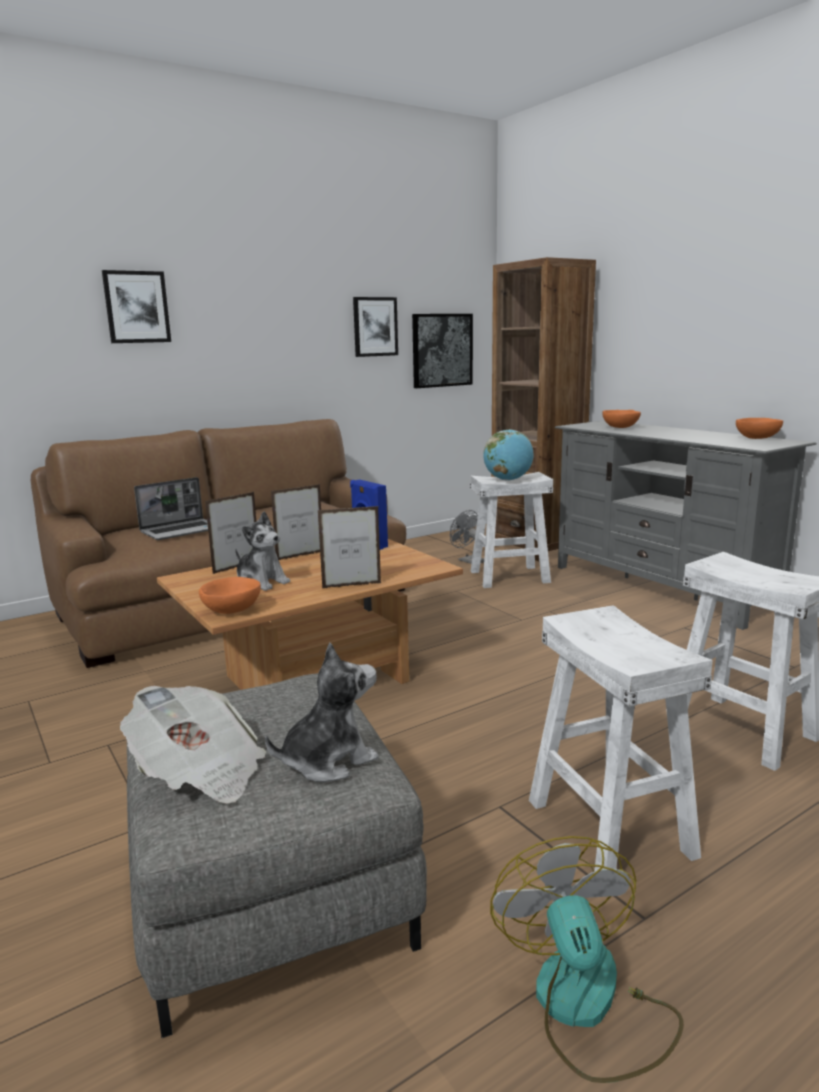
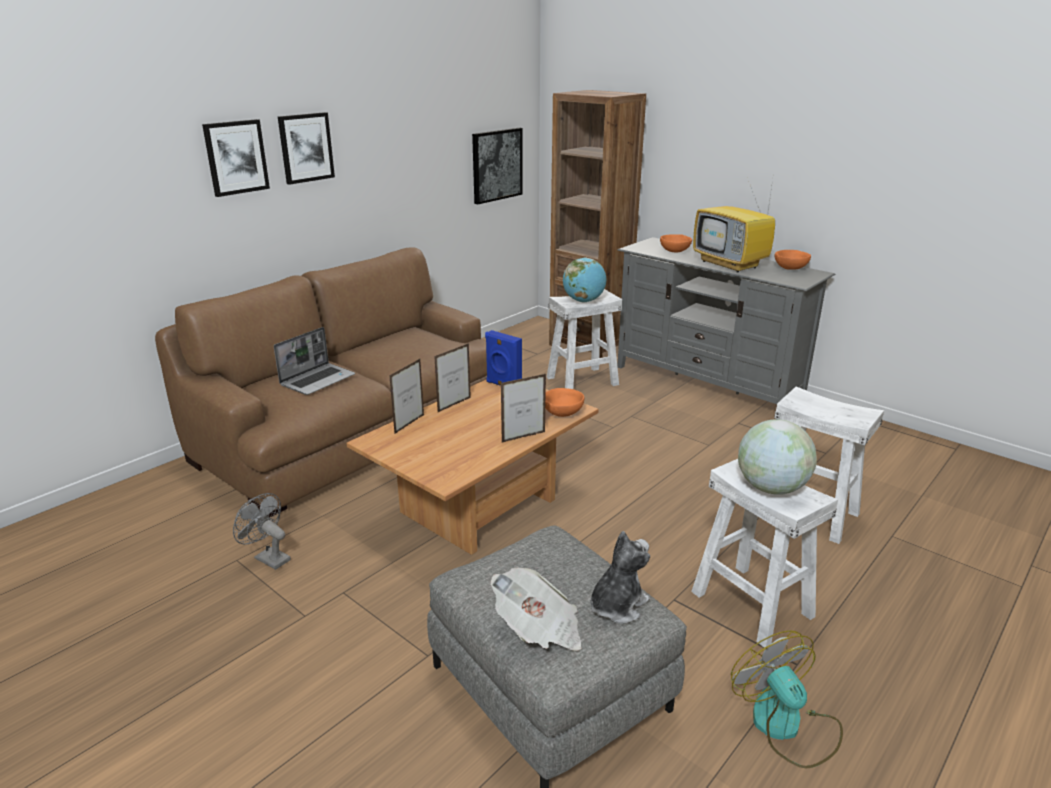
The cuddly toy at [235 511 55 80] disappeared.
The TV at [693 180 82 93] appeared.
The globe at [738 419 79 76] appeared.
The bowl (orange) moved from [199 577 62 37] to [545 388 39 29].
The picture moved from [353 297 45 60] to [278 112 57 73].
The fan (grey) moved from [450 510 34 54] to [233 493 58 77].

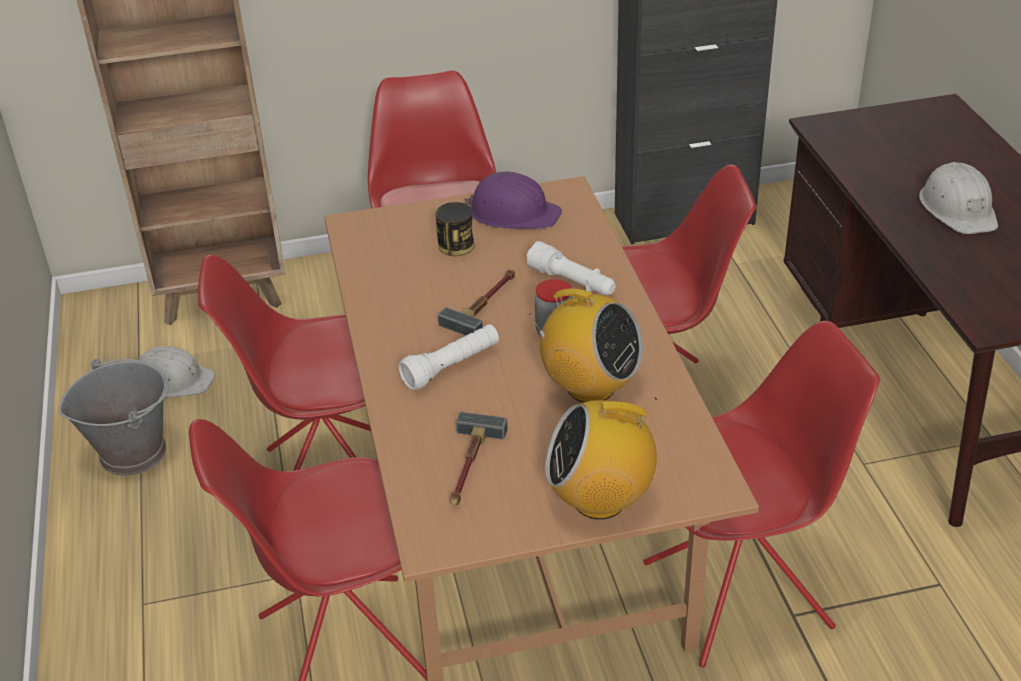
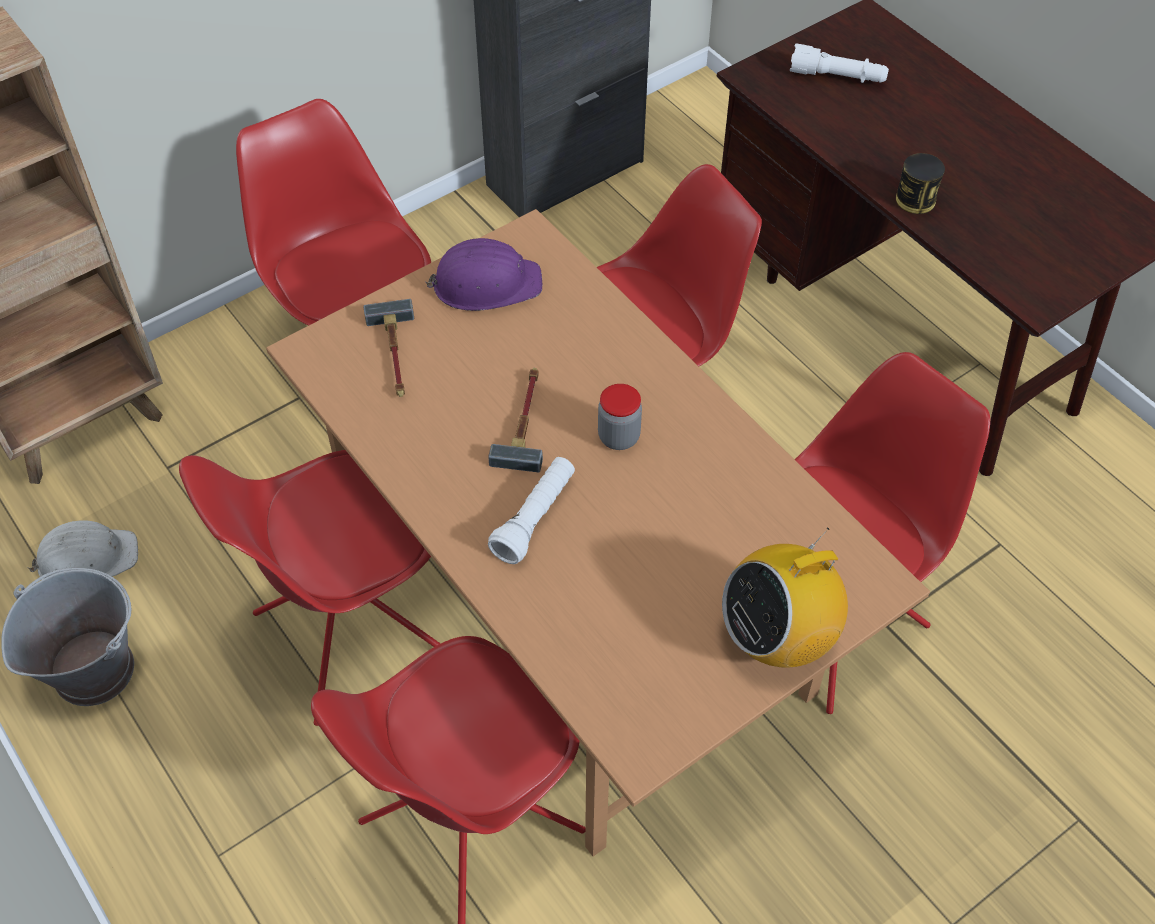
The radio set at [529 289 114 114] disappeared.
The safety helmet (white) at [919 162 79 72] disappeared.
The metal can moved from [436 202 39 54] to [896 153 49 61].
The hand hammer moved from [450 412 58 94] to [363 299 51 98].
The flashlight (white) moved from [527 241 89 54] to [790 44 99 39].

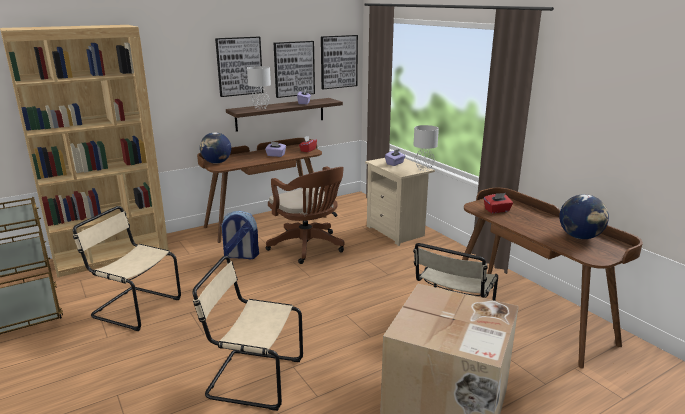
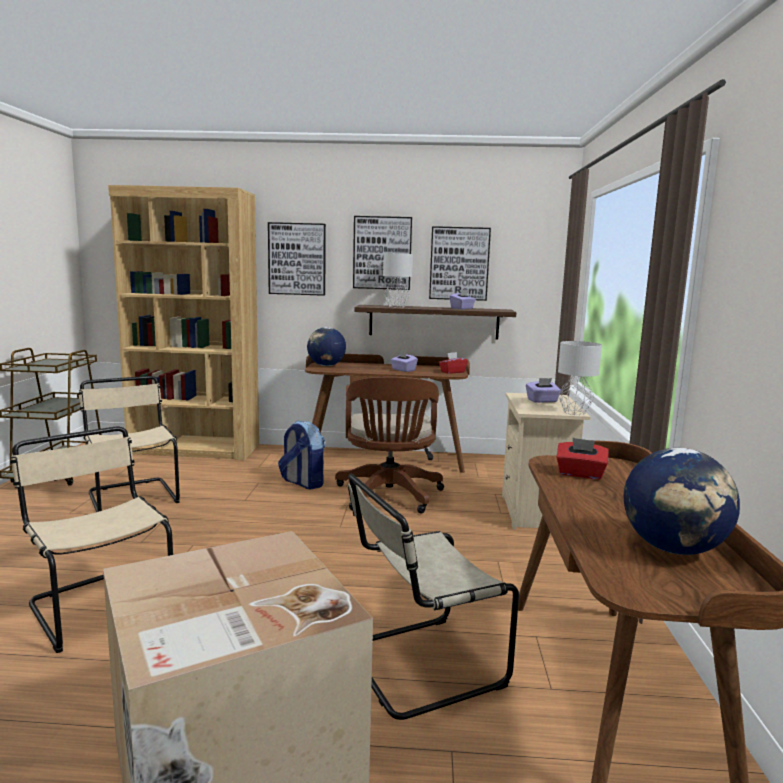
The picture moved from [321 35 37 54] to [268 222 58 74].

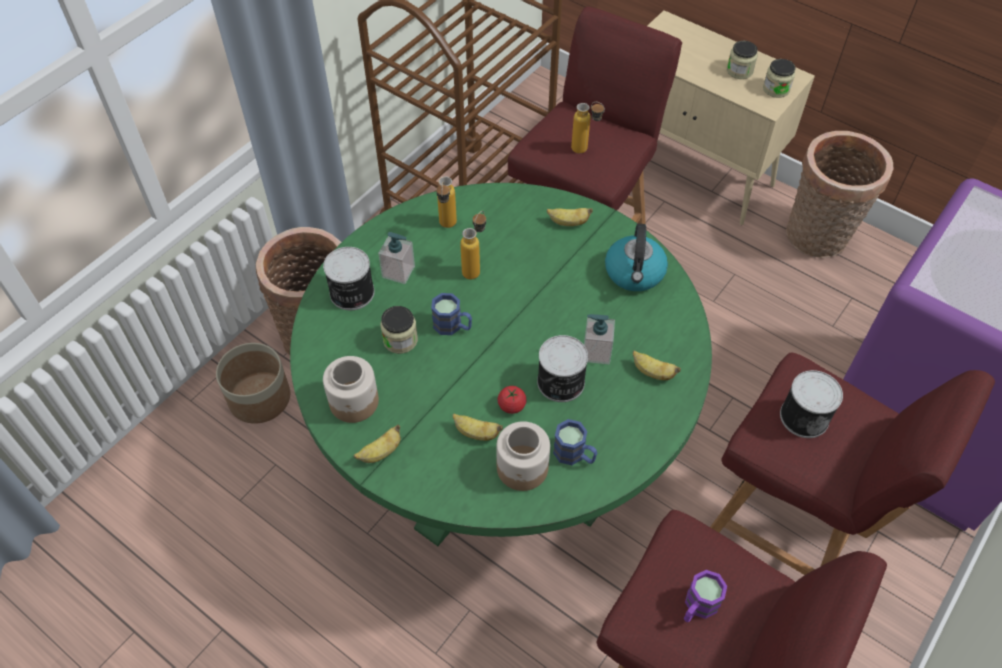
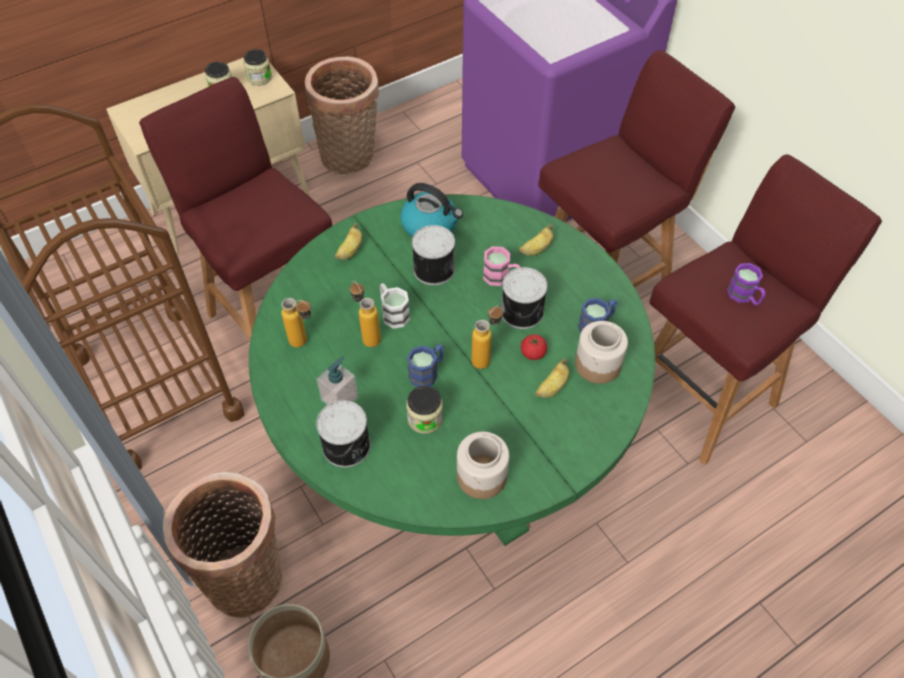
The banana fruit at [354 425 47 38] disappeared.
The coffee mug (white) at [380 283 30 46] appeared.
The beverage bottle moved from [571 102 34 52] to [471 305 32 64].
The metal can moved from [780 370 63 68] to [412 225 43 60].
The liquid soap bottle at [584 314 31 50] was replaced by the coffee mug (pinkish) at [483 246 37 40].

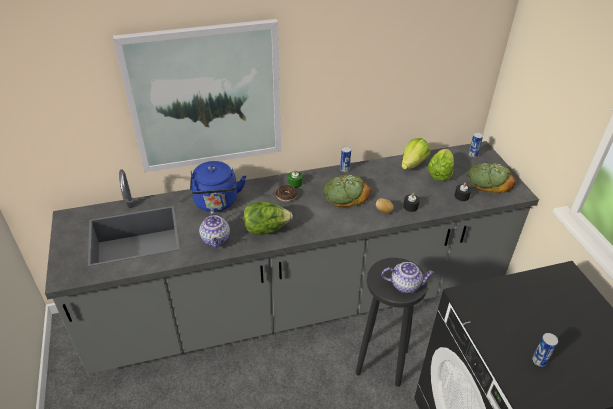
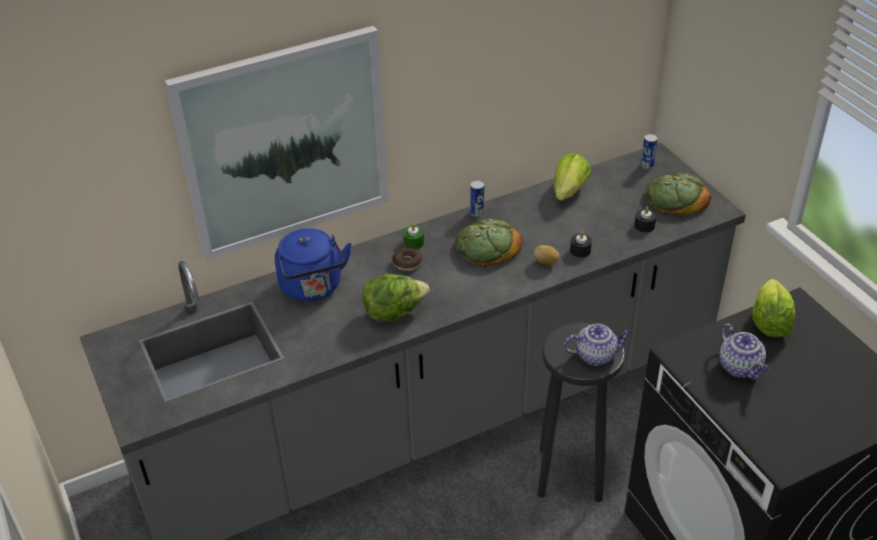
The metal can at [532 333 26 34] disappeared.
The tea pot moved from [199 209 31 39] to [719 323 50 57].
The lettuce head moved from [427 149 27 32] to [752 279 44 58].

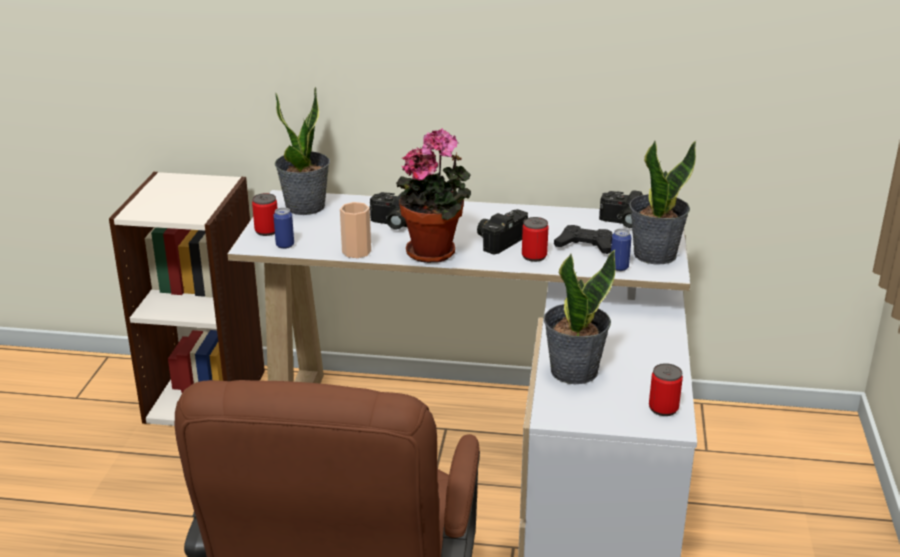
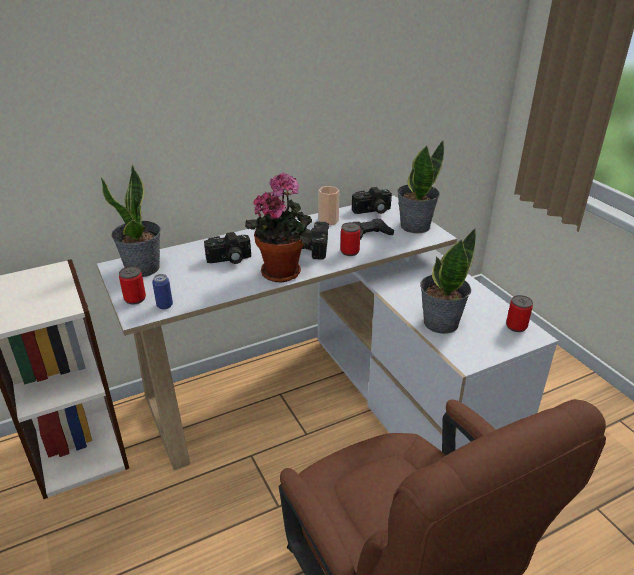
The metal can at [611 228 21 43] disappeared.
The small cup moved from [340 202 31 56] to [319 186 20 39].

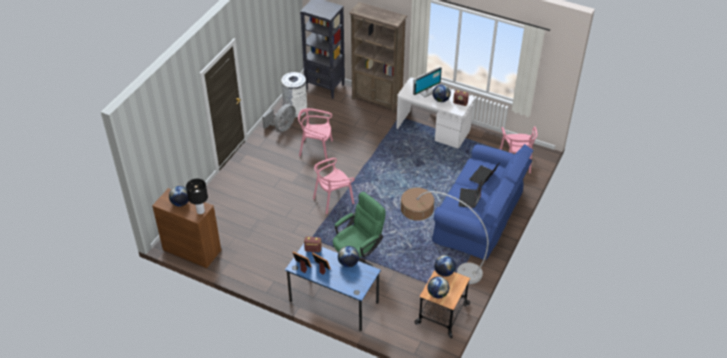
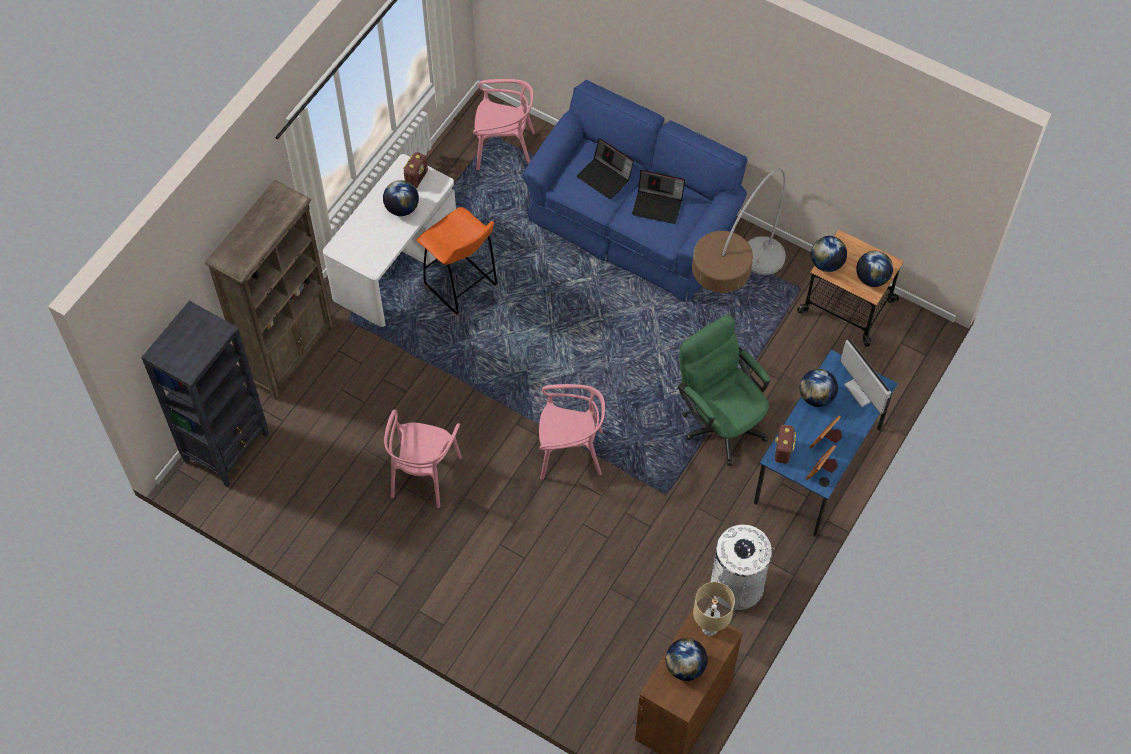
The fan (grey) at [262 104 34 28] disappeared.
The stool (orange) at [417 207 80 108] appeared.
The trash can (white) moved from [281 72 26 45] to [711 524 61 86].
The computer screen moved from [413 67 29 31] to [840 339 51 75].
The table lamp (black-coloured) at [186 179 22 35] became the table lamp (beige-coloured) at [693 582 42 54].
The upright chair (pinkish) at [313 158 42 56] turned 60 degrees counterclockwise.

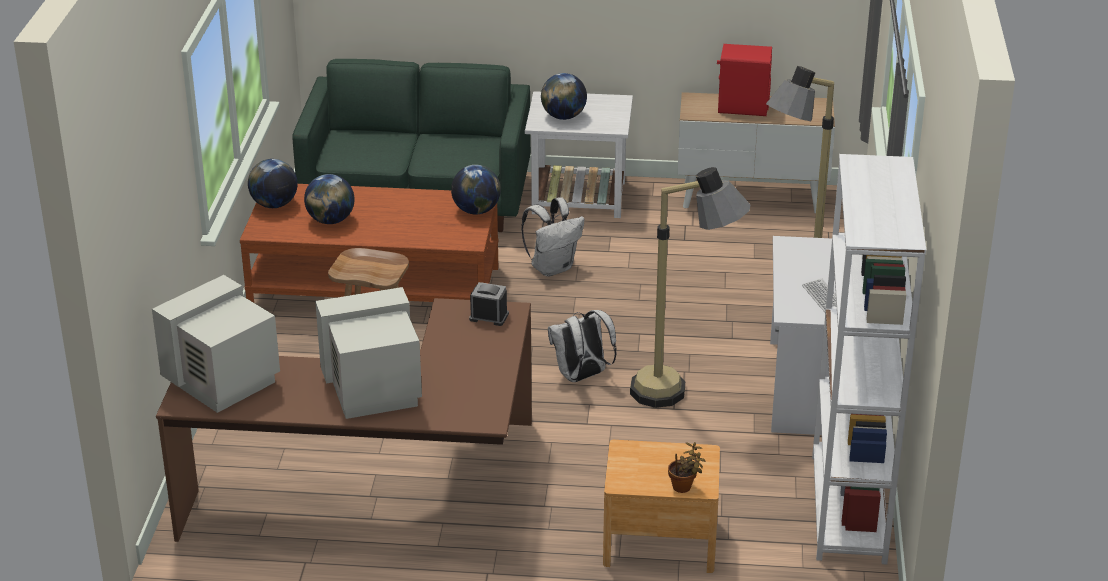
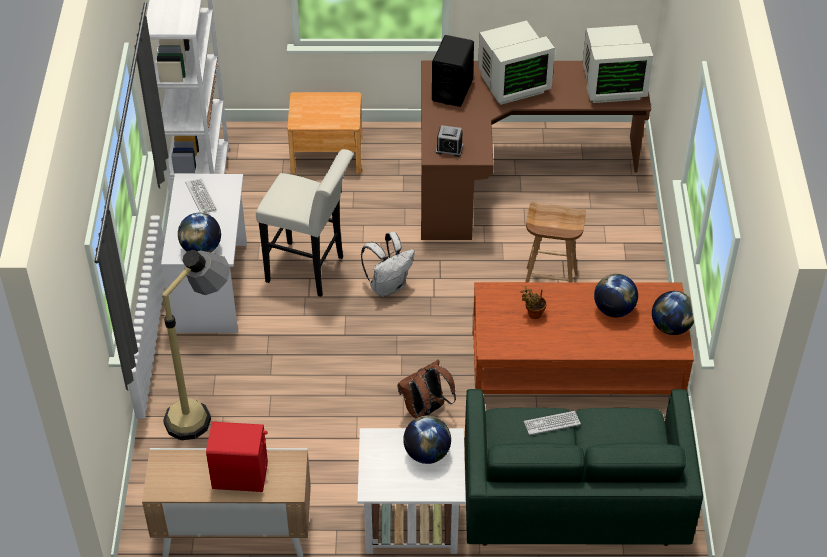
The speaker (black-coloured) at [432 35 42 72] appeared.
The computer keyboard at [524 411 57 24] appeared.
The globe moved from [451 165 50 49] to [178 213 43 39].
The plant in a pot moved from [668 442 38 51] to [520 286 27 33].
The standard lamp at [630 167 120 241] was replaced by the stool (white) at [256 149 98 148].
The knapsack (white) at [521 197 64 80] became the knapsack (brown-coloured) at [397 360 59 59].
The computer screen at [152 275 128 138] turned 45 degrees clockwise.

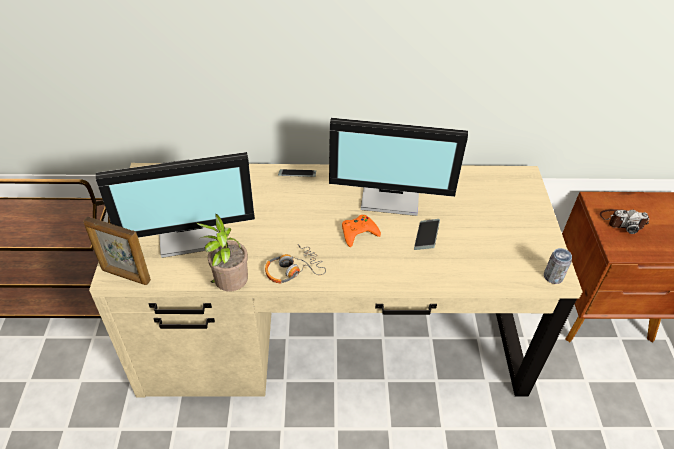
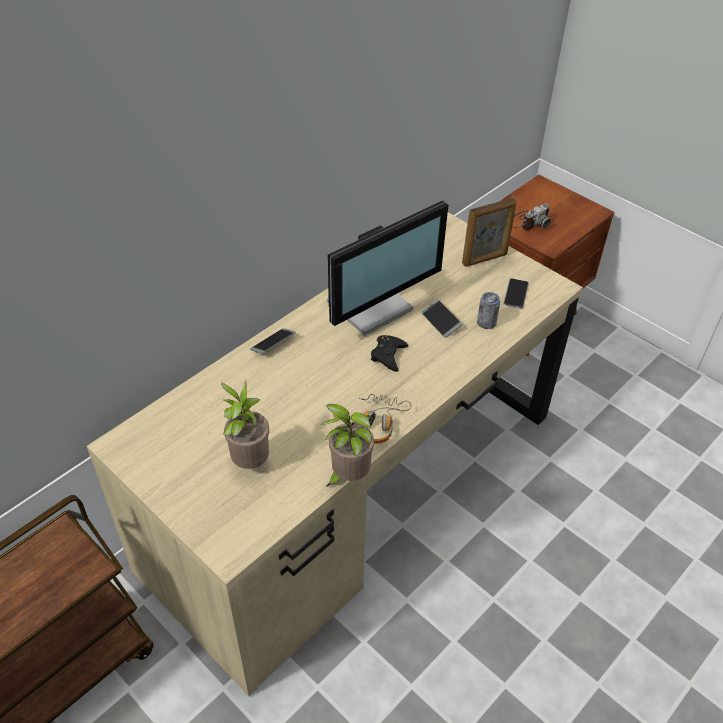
The handset at [503 278 26 31] appeared.
The photo frame moved from [83 216 68 69] to [462 198 55 69].
The metal can moved from [544 248 28 36] to [477 292 23 37].
The computer screen at [96 152 159 106] was replaced by the plant in a pot at [221 380 48 89].
The gamepad (orange) at [342 215 39 32] became the gamepad (black-coloured) at [371 335 37 37].

